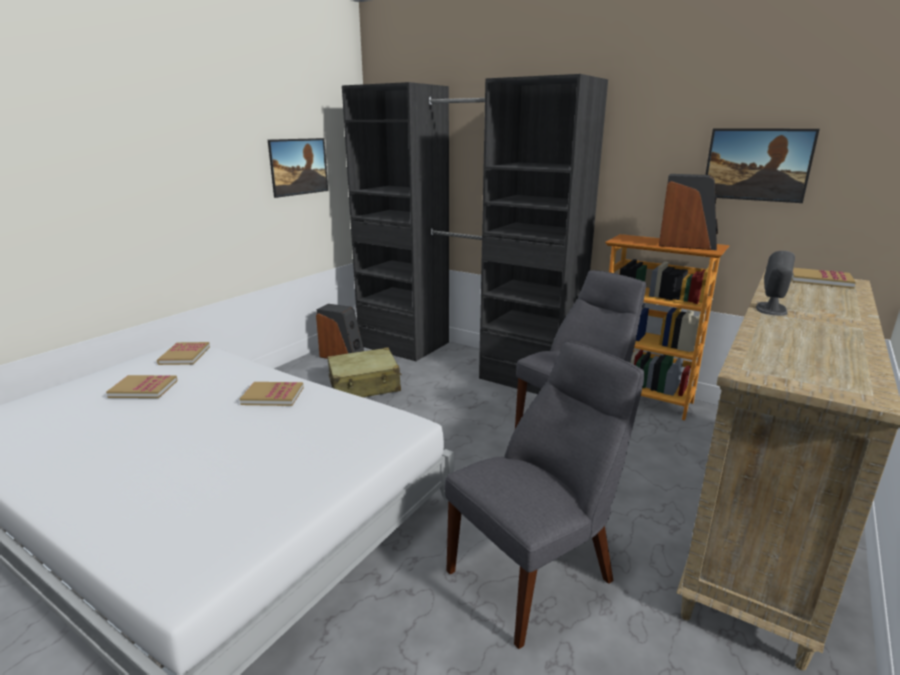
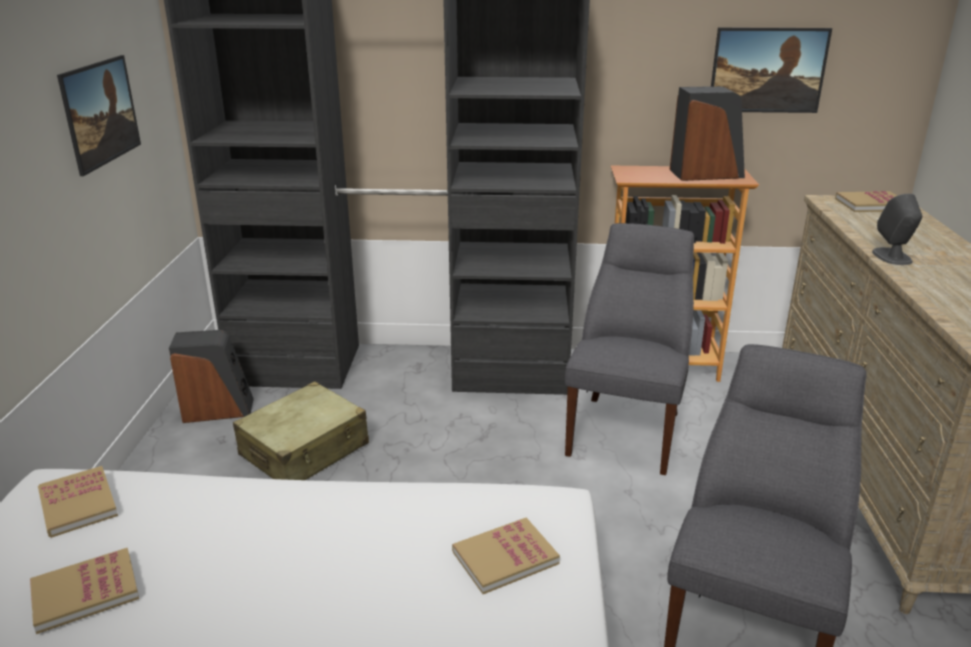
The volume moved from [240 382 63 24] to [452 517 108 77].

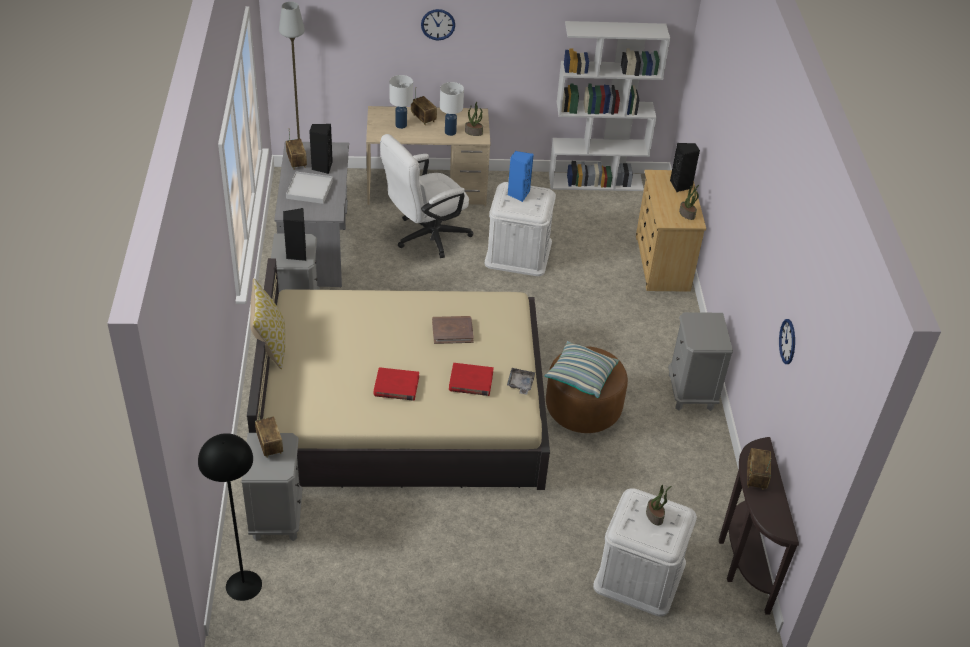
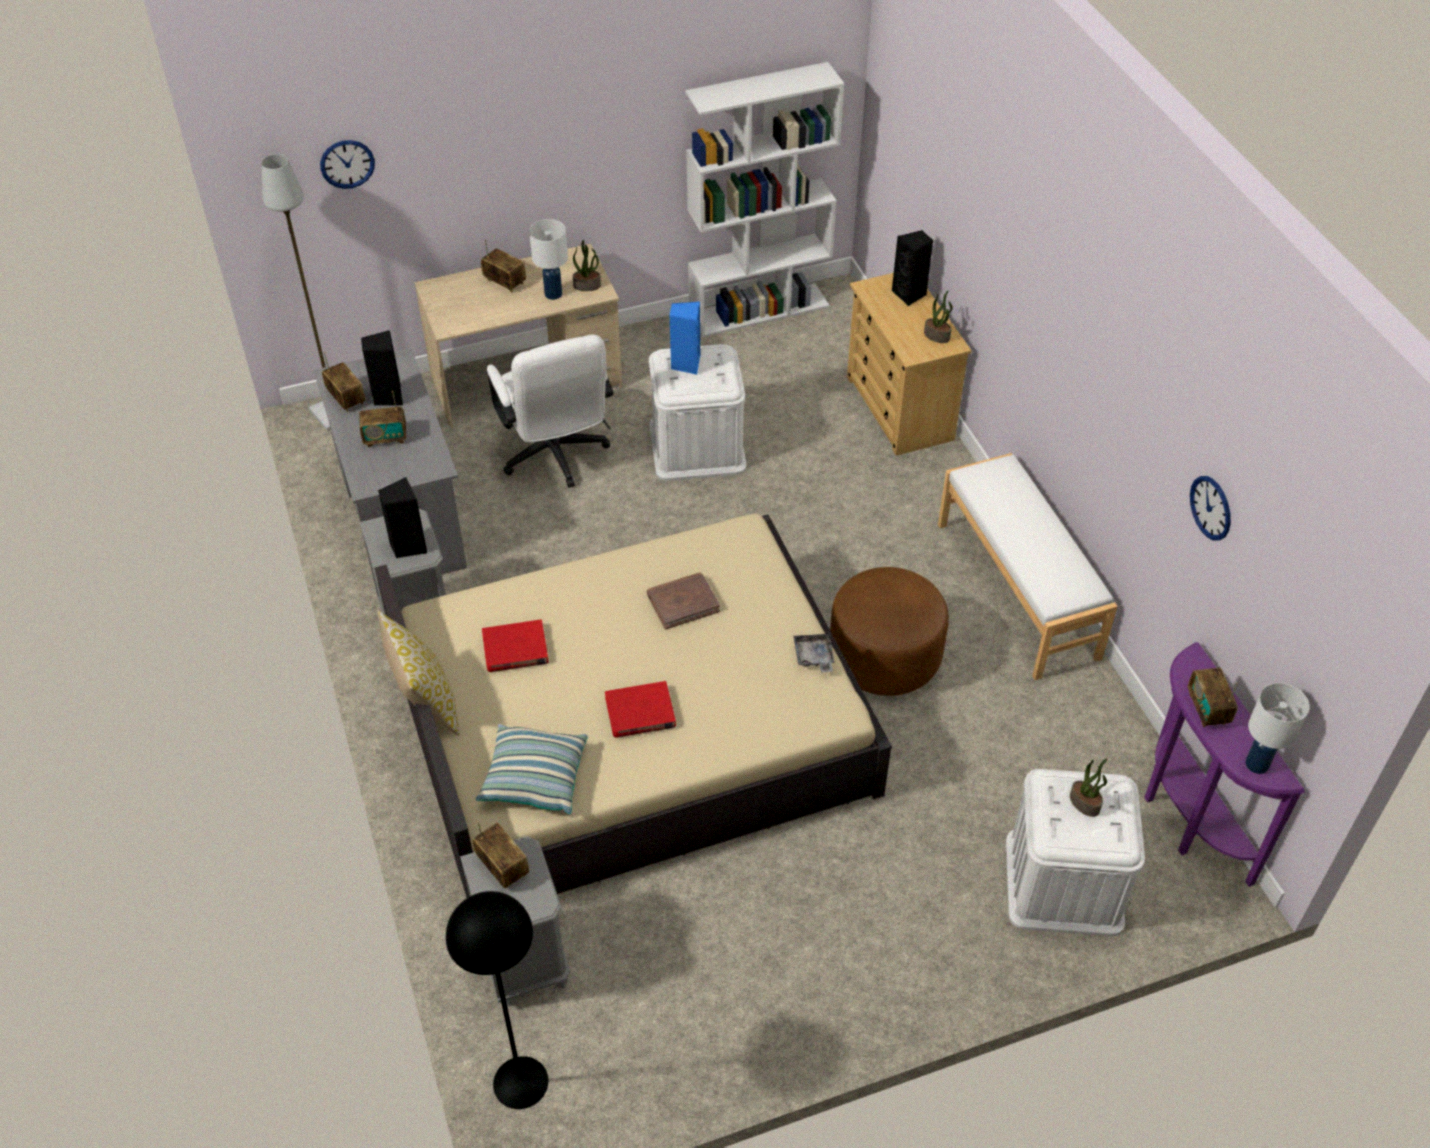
The table lamp (white) moved from [389 75 24 54] to [1245 683 65 91].
The wall clock moved from [421 9 34 31] to [320 140 55 49].
The volume (red) moved from [449 363 45 33] to [482 619 67 53].
The pillow moved from [545 341 74 57] to [476 724 112 90].
The tray (white) at [286 171 47 33] was replaced by the radio set at [359 391 47 56].
The nightstand (grey) at [668 312 65 99] was replaced by the indoor bench (white) at [938 453 180 227].
The console table (brown-coloured) at [719 437 80 177] became the console table (purplish) at [1144 642 161 245].
The office chair (white) at [380 134 93 124] turned 60 degrees counterclockwise.

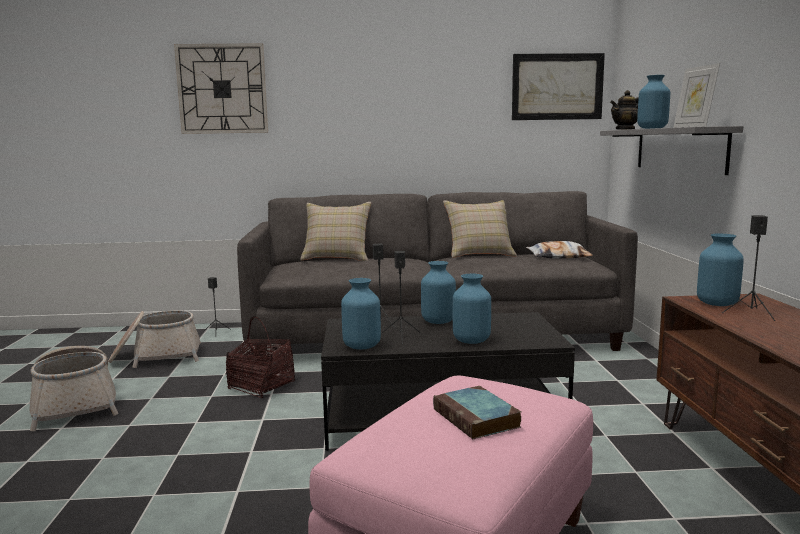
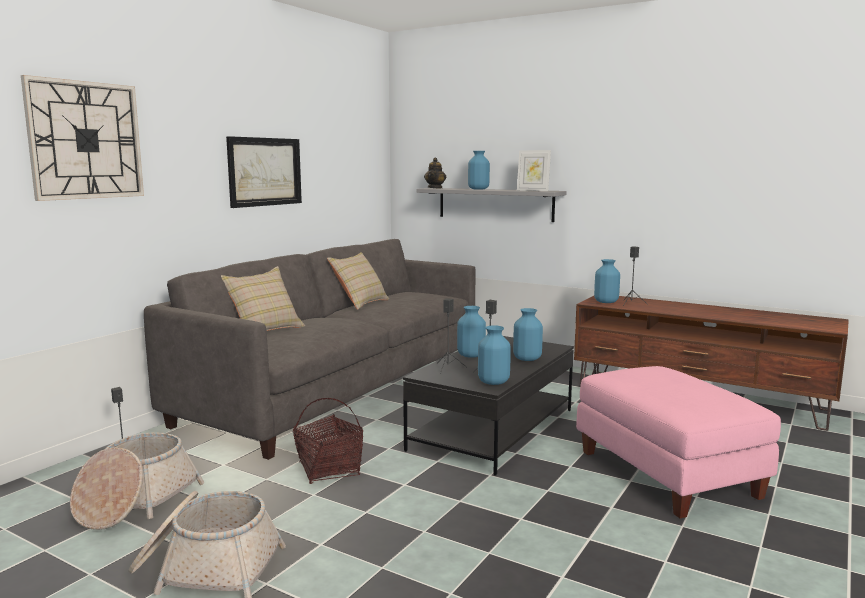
The volume at [433 386 88 53] disappeared.
The pillow at [526 241 67 17] disappeared.
The picture moved from [512 53 93 67] to [226 136 76 72].

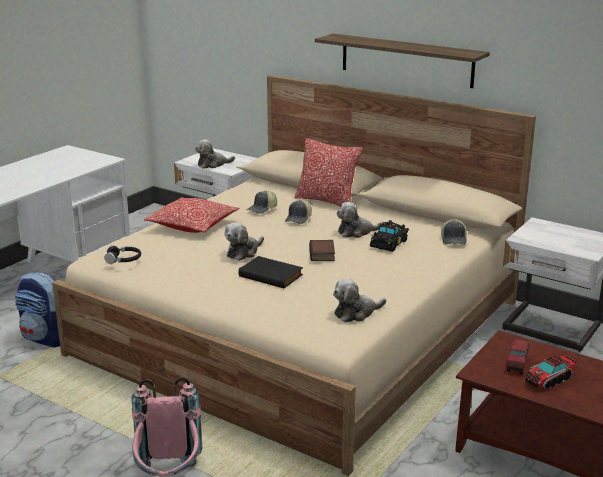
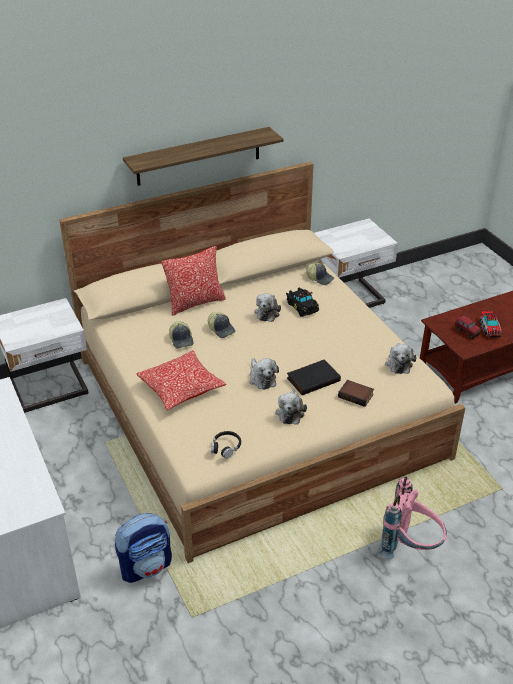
The cuddly toy moved from [195 139 40 30] to [275 390 32 34].
The volume moved from [309 240 26 21] to [338 380 36 27].

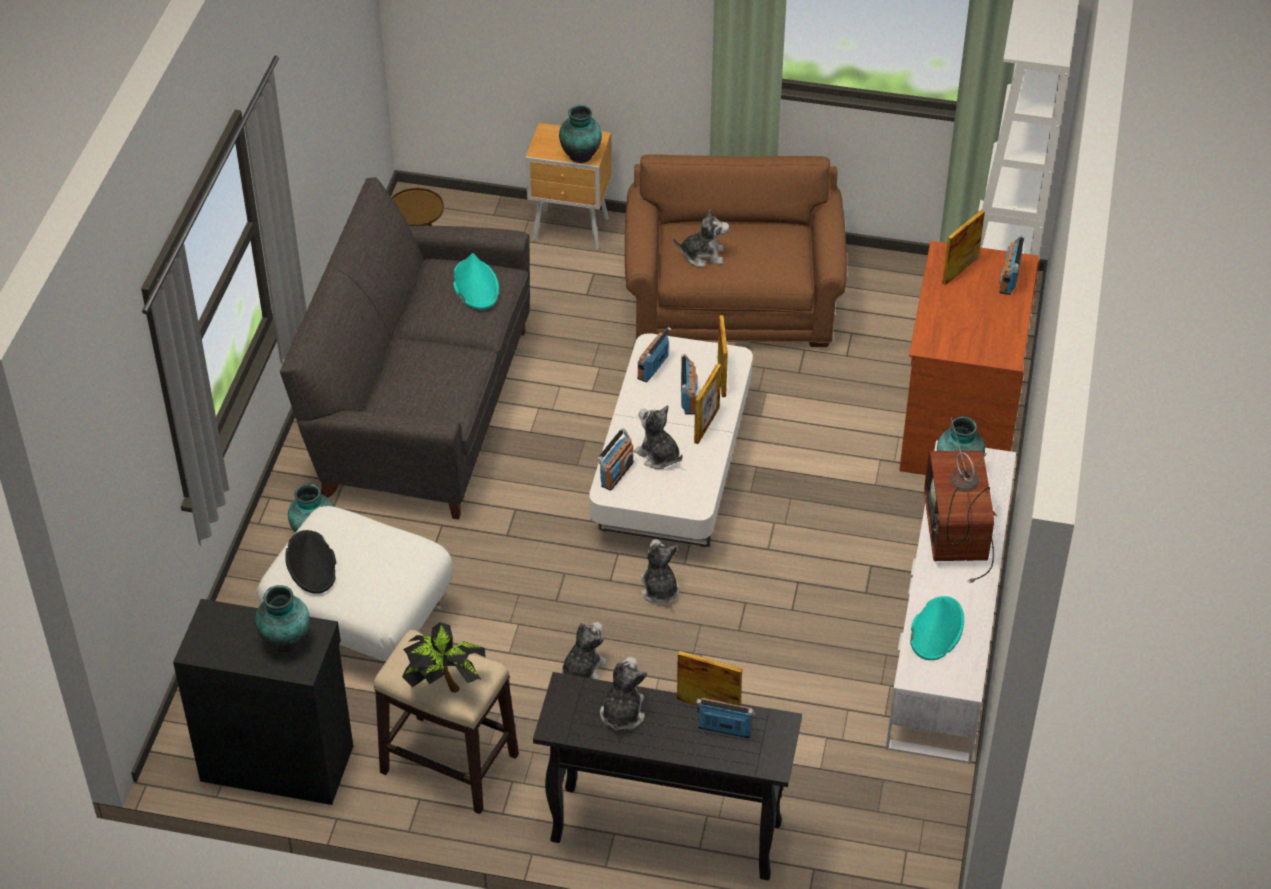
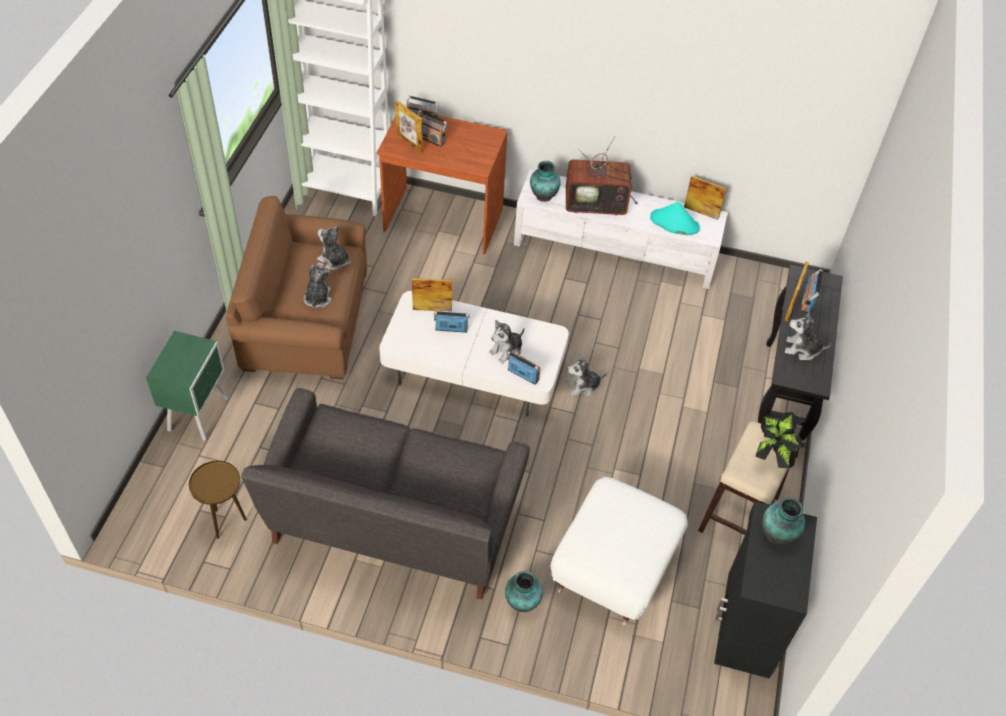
The hat (black-coloured) at [285 530 51 64] disappeared.
The hat (blue-green) at [453 253 46 57] disappeared.
The flower vase at [559 105 43 58] disappeared.
The cuddly toy moved from [562 622 45 58] to [317 225 34 45].
The radio set moved from [637 327 34 55] to [418 110 29 37].
The photo frame moved from [694 363 27 81] to [684 176 43 44].
The nightstand (brown-coloured) at [525 123 87 127] became the nightstand (green) at [146 331 82 110].

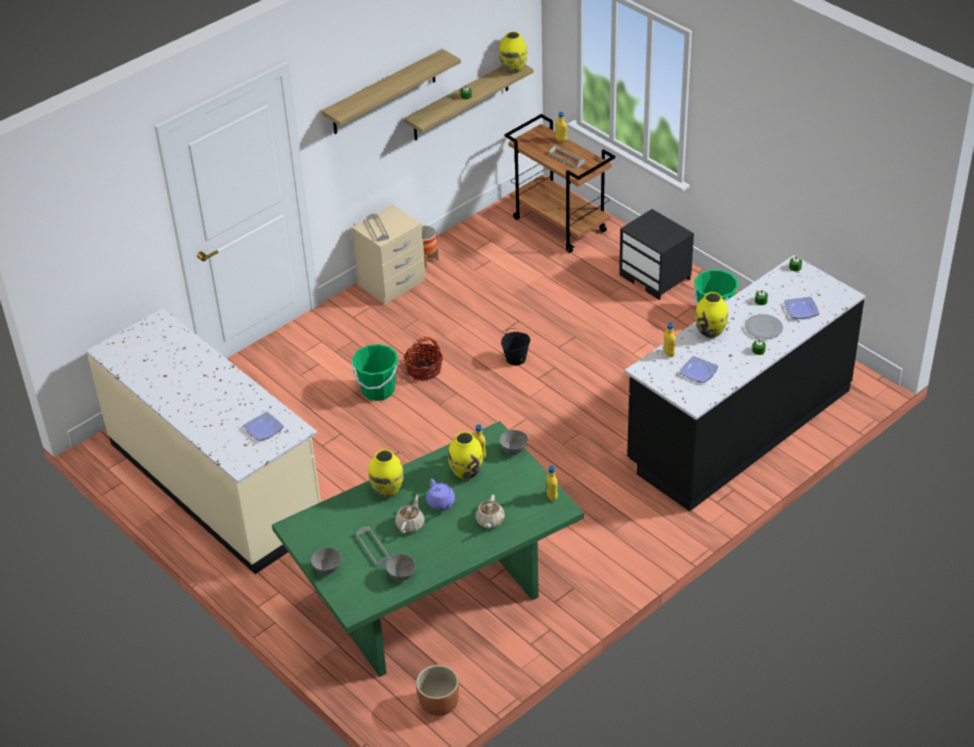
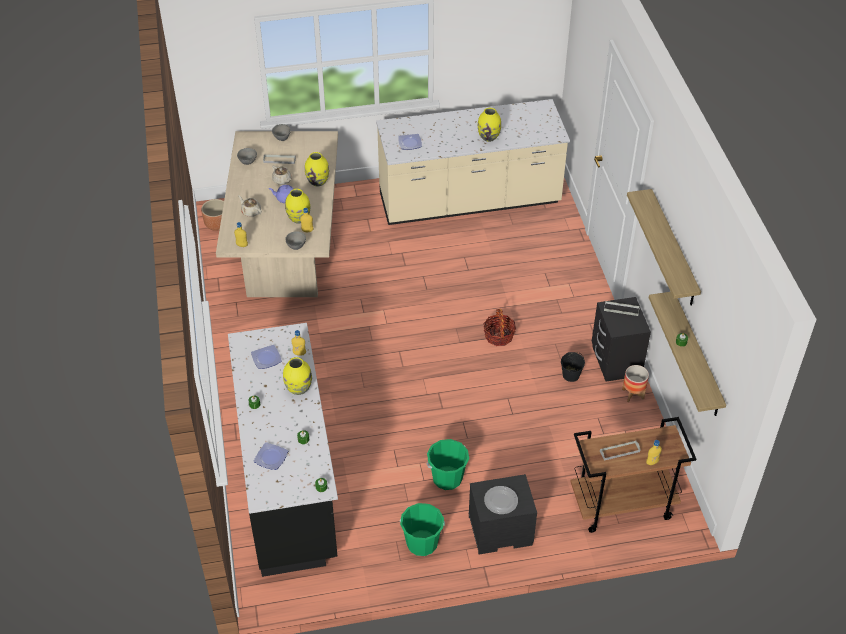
The water bucket (green) moved from [352 344 46 57] to [427 439 42 51].
The flower vase (yellow) moved from [499 31 28 43] to [478 108 23 34].
The water bucket (black-coloured) moved from [501 328 29 38] to [561 352 24 30].
The dinner plate moved from [745 314 38 25] to [484 486 34 28].
The dinner table (green) at [272 421 312 256] became the dinner table (beige-coloured) at [216 131 122 166].
The nightstand (beige-coloured) at [352 204 73 100] became the nightstand (black-coloured) at [592 297 59 85].

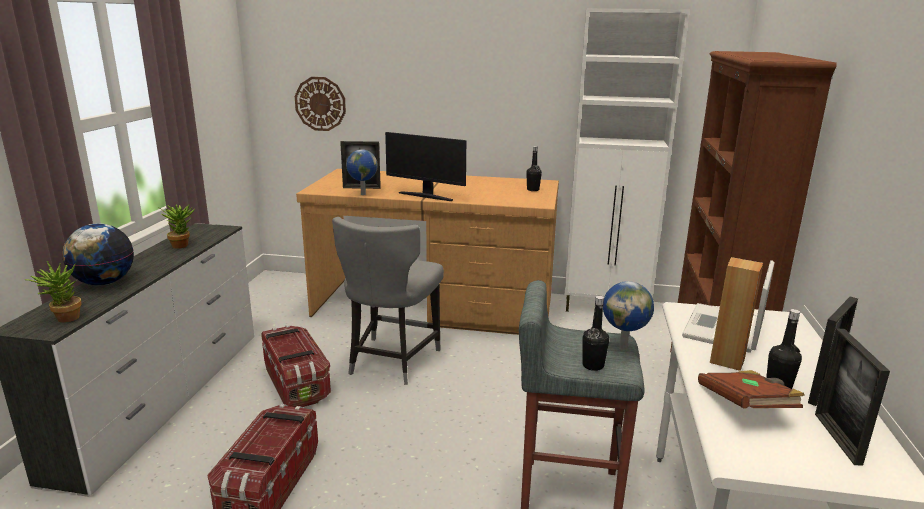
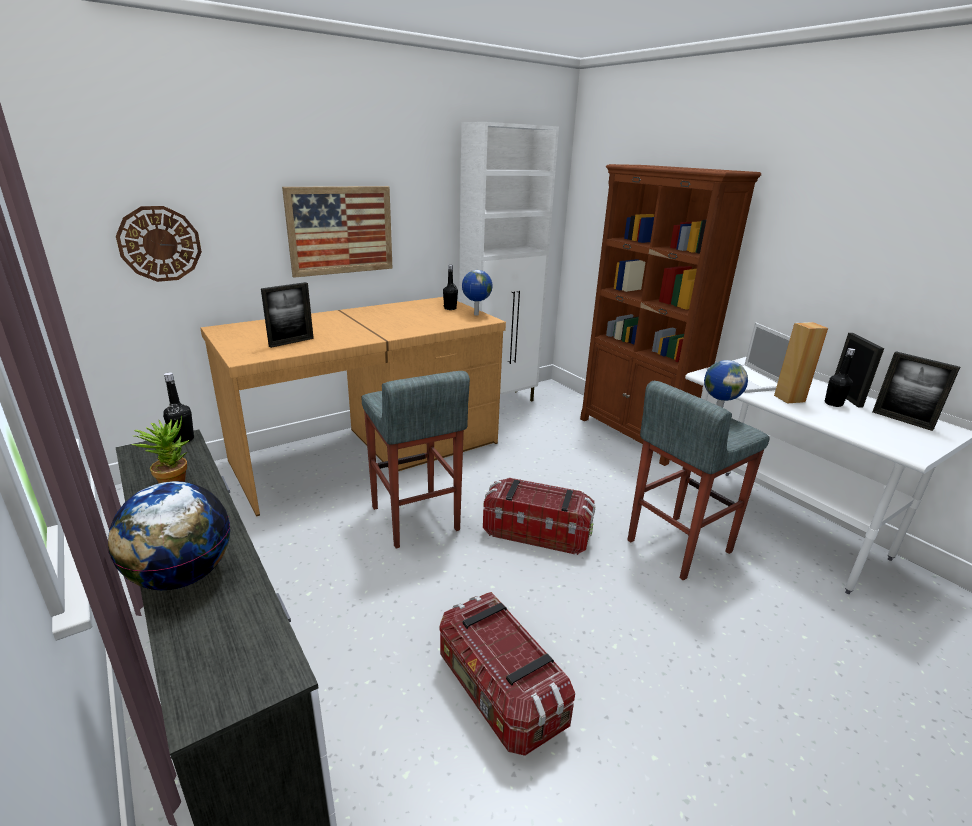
The plant in a pot at [24 261 58 62] disappeared.
The computer screen at [385 132 81 69] disappeared.
The volume (brown-coloured) at [698 370 106 38] disappeared.
The picture at [282 186 111 92] appeared.
The storage bin moved from [261 325 70 82] to [483 478 112 77].
The globe moved from [346 149 32 46] to [462 270 31 46].
The beverage bottle (black-coloured) moved from [582 296 27 75] to [163 372 31 71].
The upright chair (grey) at [332 217 112 168] was replaced by the stool (grey) at [362 371 108 177].

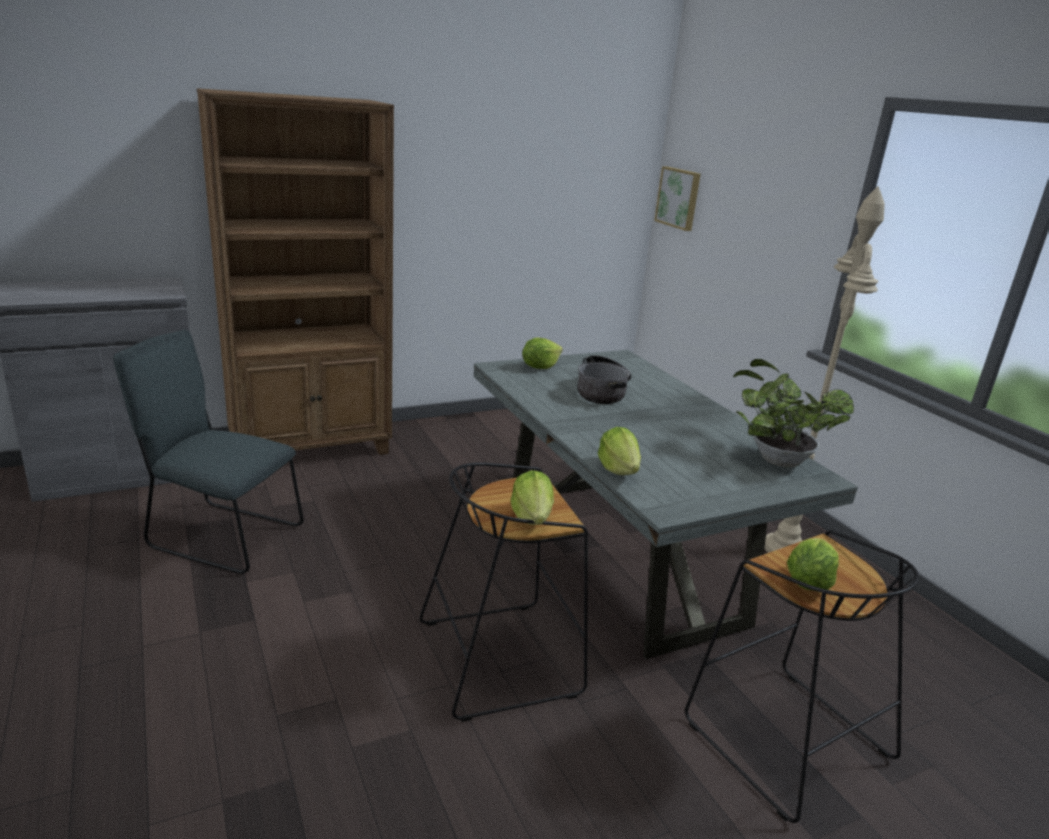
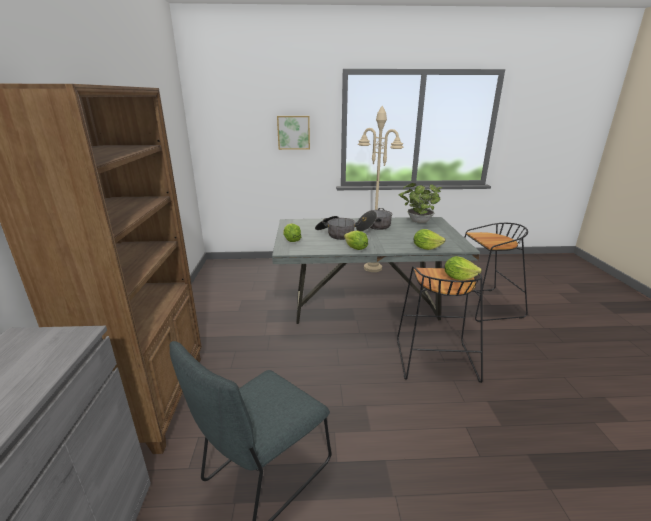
The stockpot at [356 208 36 24] appeared.
The picture moved from [654 166 47 65] to [277 116 33 34].
The lettuce head moved from [787 538 52 53] to [344 230 24 20].

